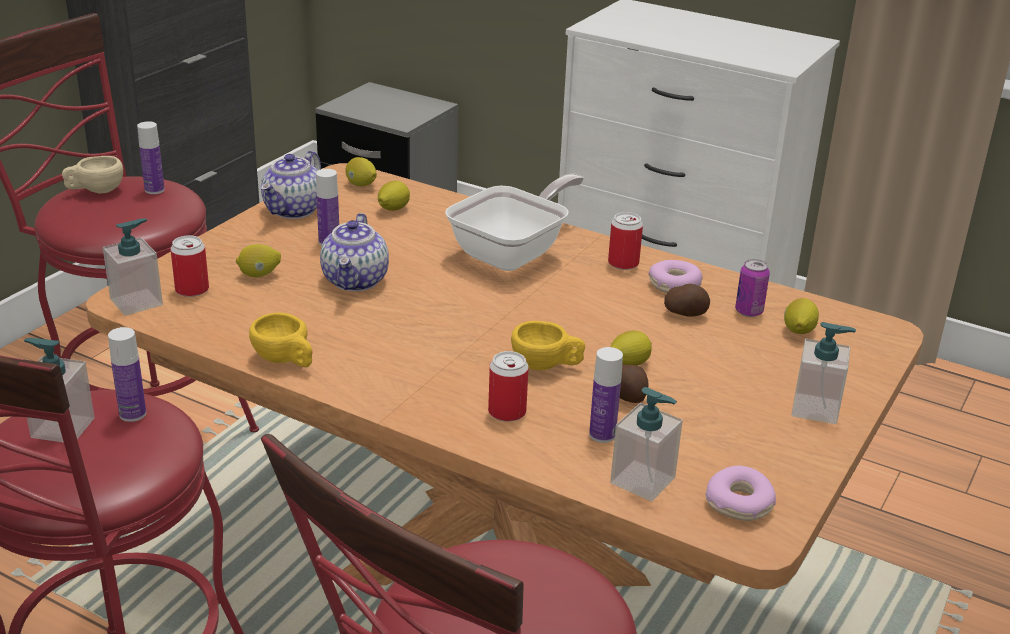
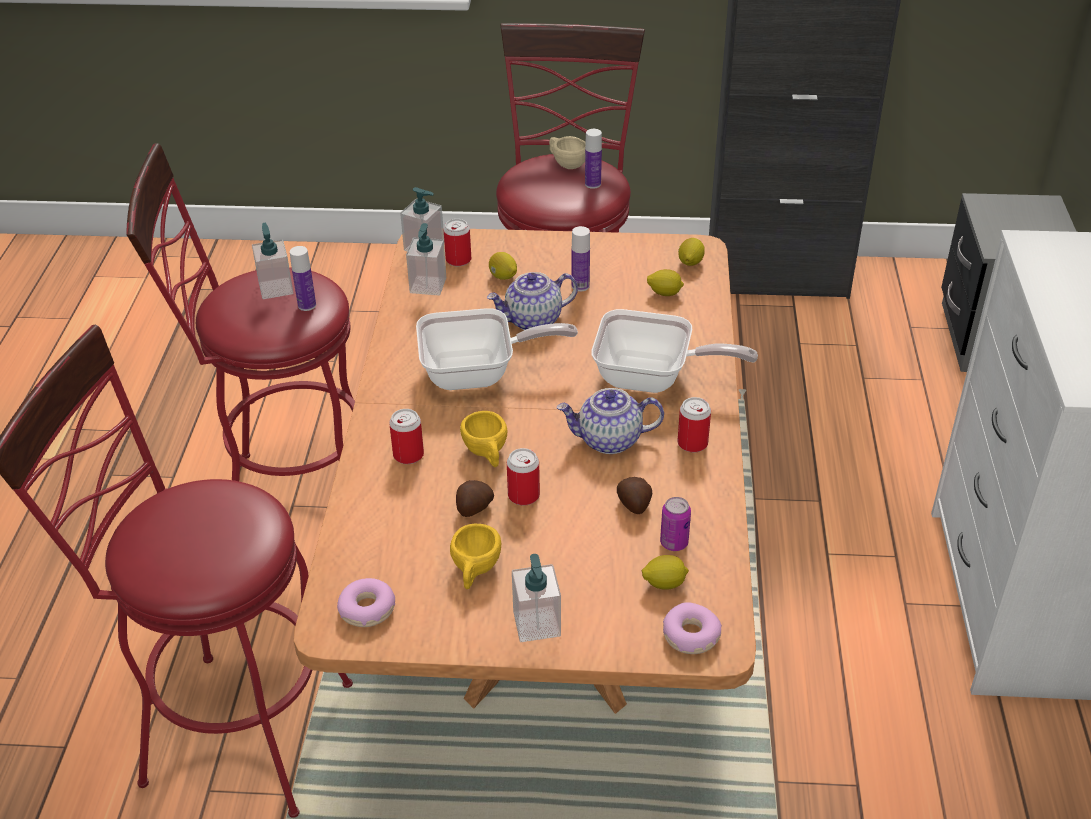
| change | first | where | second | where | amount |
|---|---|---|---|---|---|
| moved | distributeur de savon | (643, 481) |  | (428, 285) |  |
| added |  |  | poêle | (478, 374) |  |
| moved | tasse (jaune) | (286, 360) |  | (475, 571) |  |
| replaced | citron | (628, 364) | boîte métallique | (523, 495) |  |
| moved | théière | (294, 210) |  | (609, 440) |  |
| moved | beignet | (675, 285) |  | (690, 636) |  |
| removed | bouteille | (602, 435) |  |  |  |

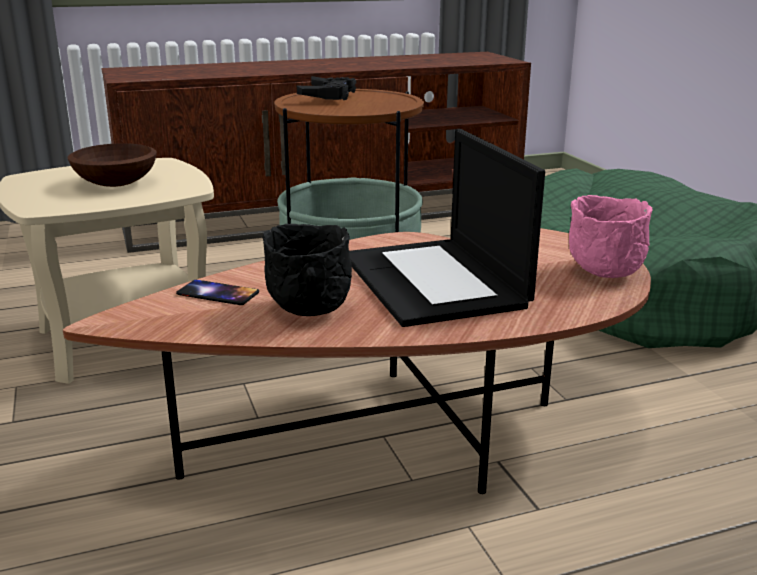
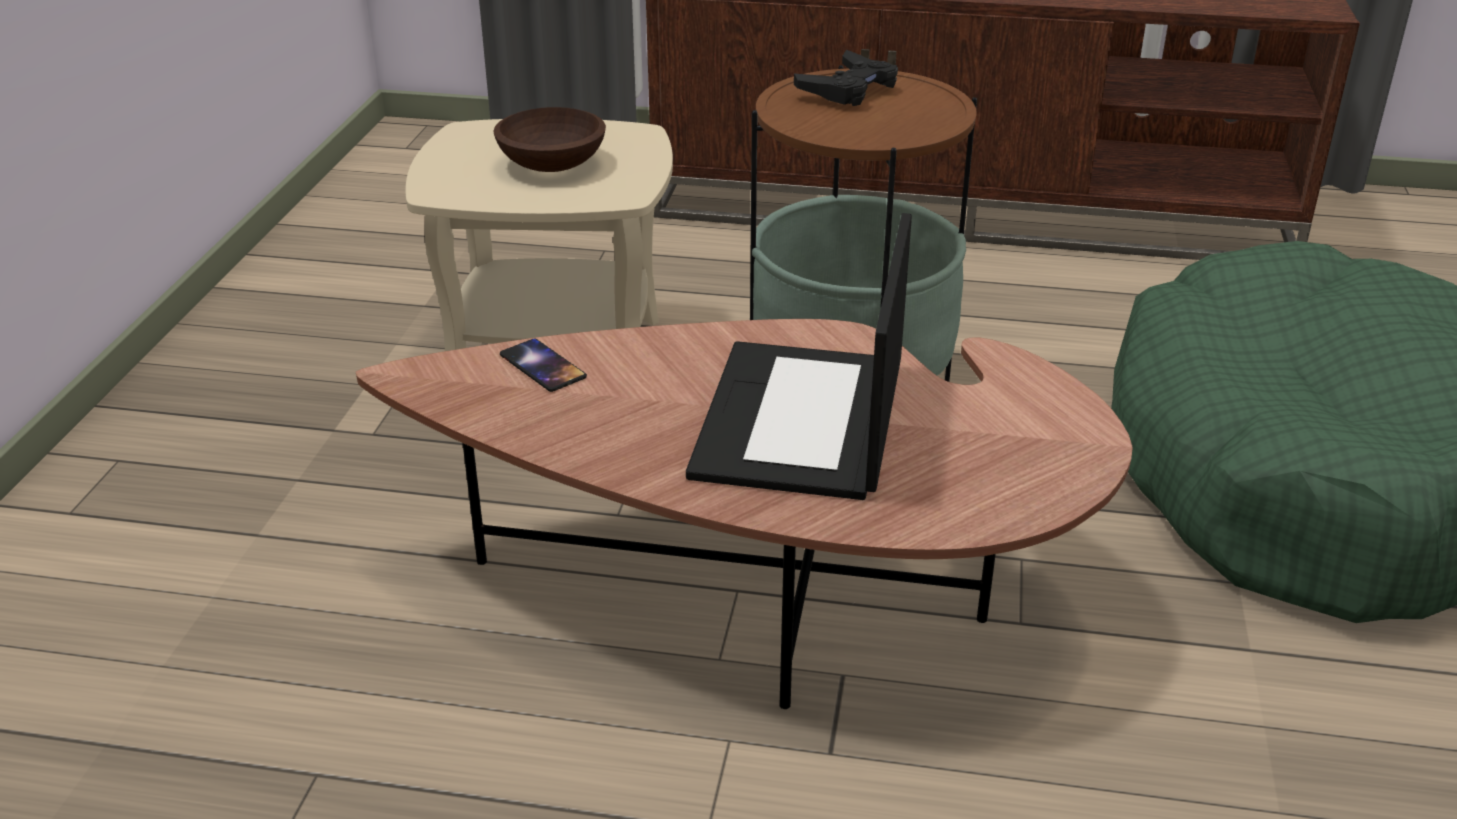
| change | first | where | second | where | amount |
|---|---|---|---|---|---|
| removed | bol (noir) | (310, 309) |  |  |  |
| removed | bol (rose) | (605, 272) |  |  |  |

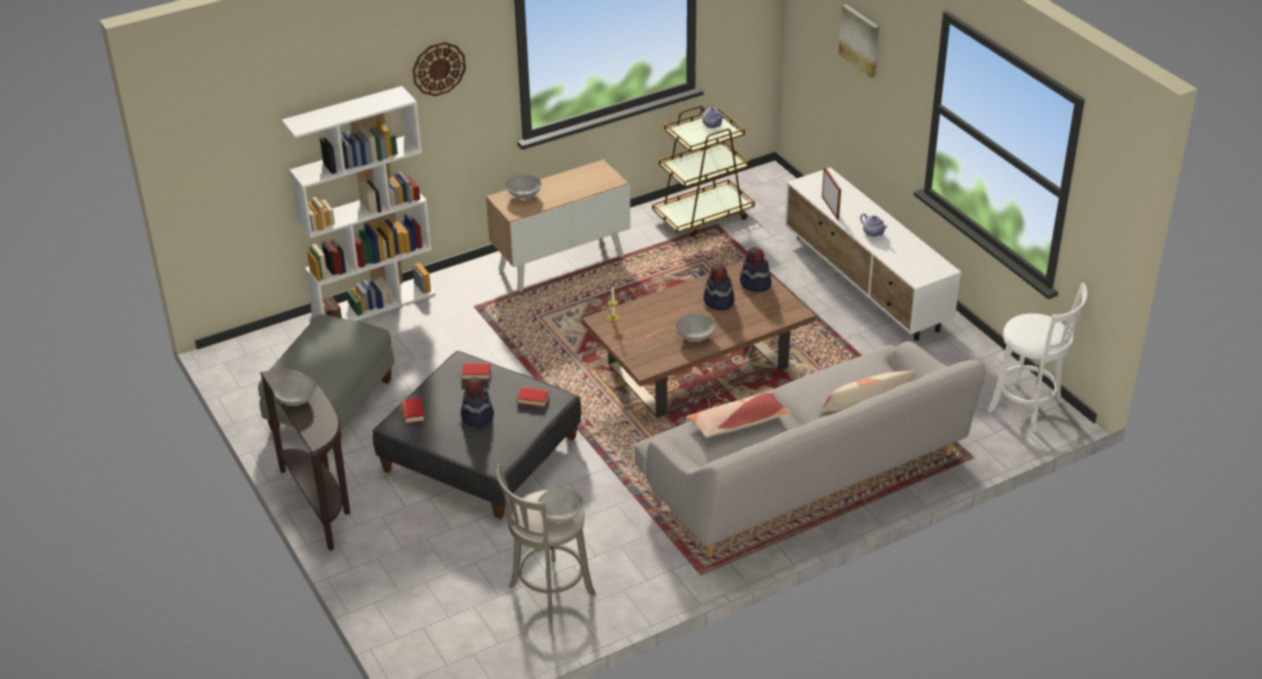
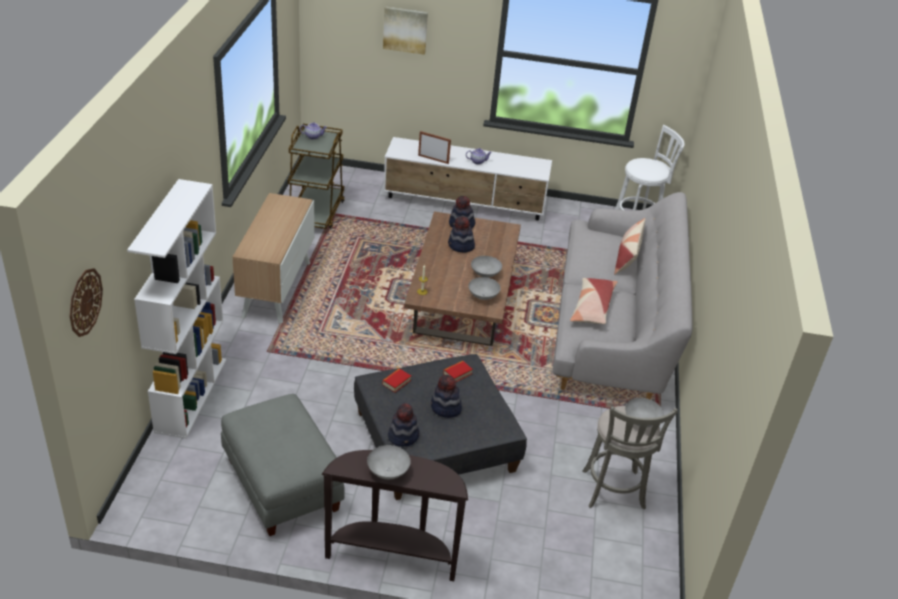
| change | first | where | second | where | amount |
|---|---|---|---|---|---|
| moved | horloge murale | (438, 68) |  | (85, 302) |  |
| replaced | livre | (413, 413) | chapeau | (403, 436) |  |
| moved | bol (gris) | (524, 196) |  | (483, 296) |  |

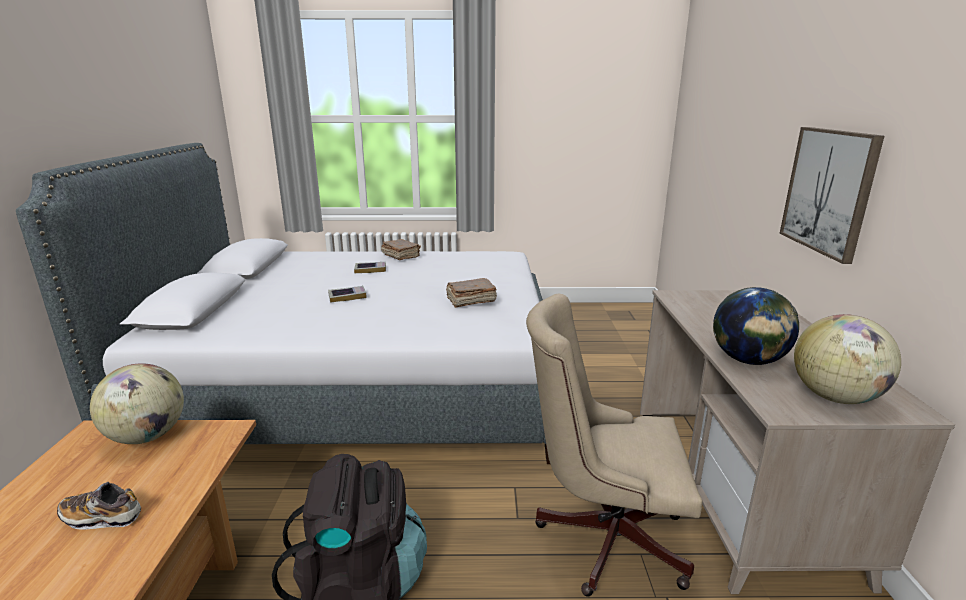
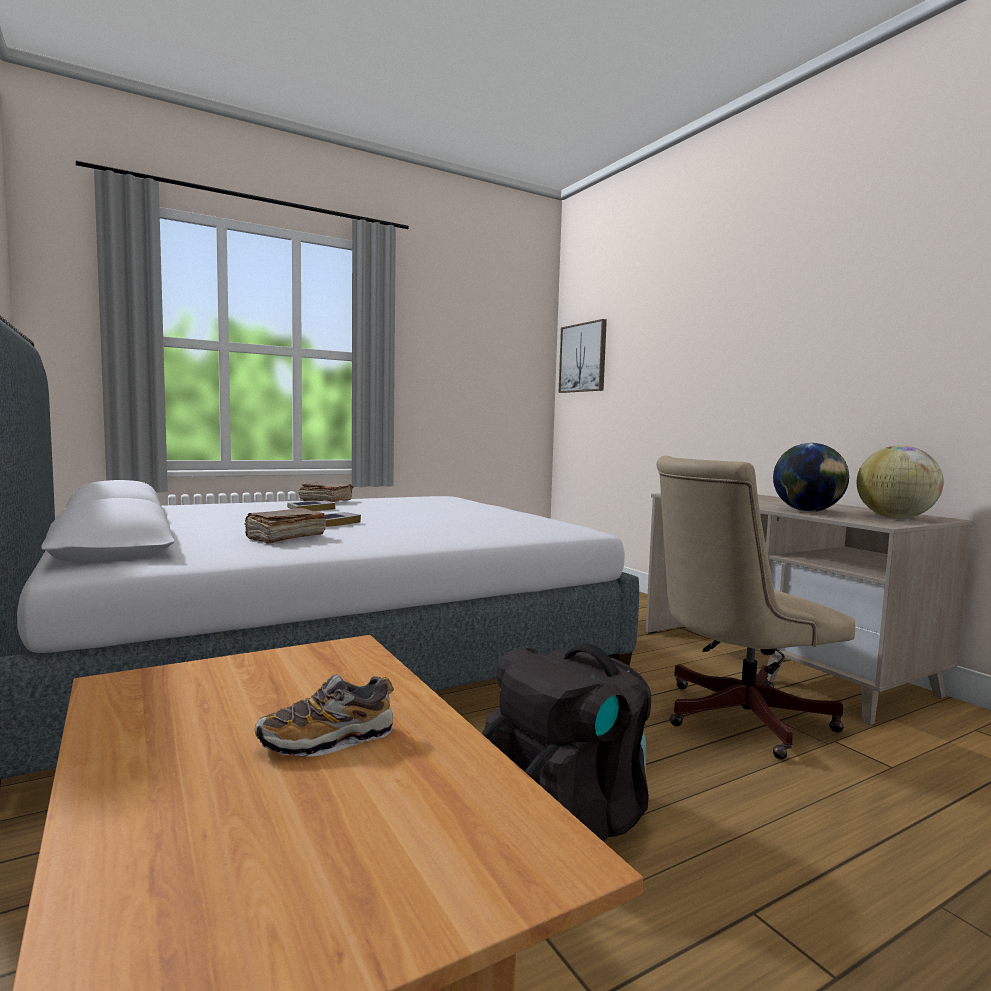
| change | first | where | second | where | amount |
|---|---|---|---|---|---|
| moved | livre (marron) | (470, 301) |  | (285, 538) |  |
| moved | tableau | (829, 191) |  | (583, 358) |  |
| removed | globe | (147, 436) |  |  |  |

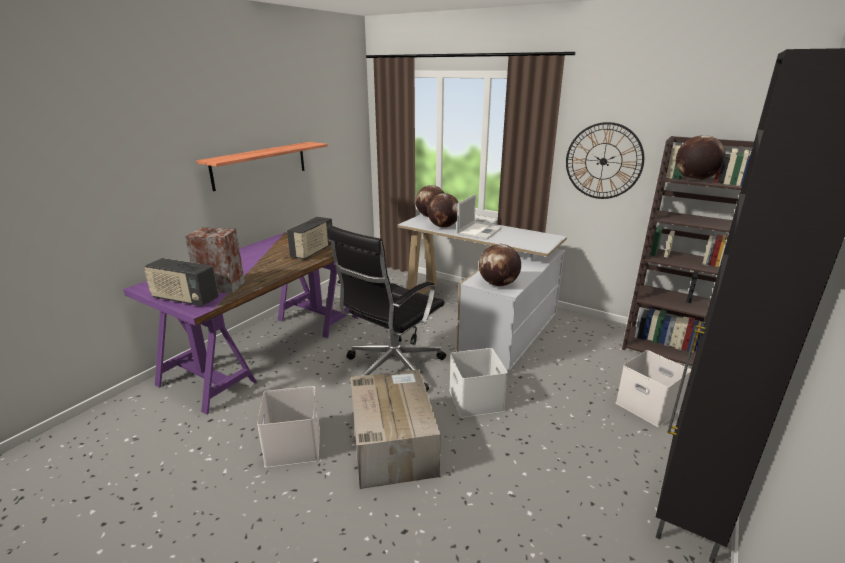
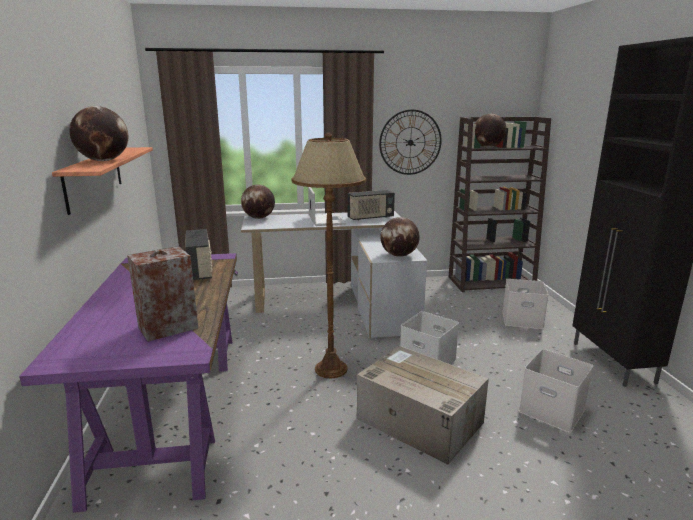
| change | first | where | second | where | amount |
|---|---|---|---|---|---|
| moved | globe | (443, 226) |  | (103, 161) |  |
| replaced | chaise de bureau (noir) | (392, 368) | lampadaire (marron) | (330, 369) |  |
| moved | radio | (185, 299) |  | (370, 218) |  |
| moved | boîte de rangement (blanc) | (294, 446) |  | (553, 410) |  |

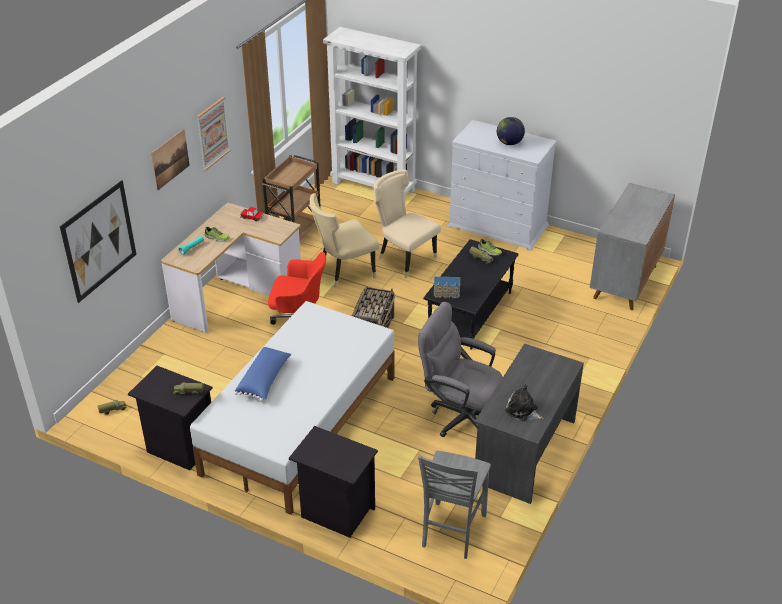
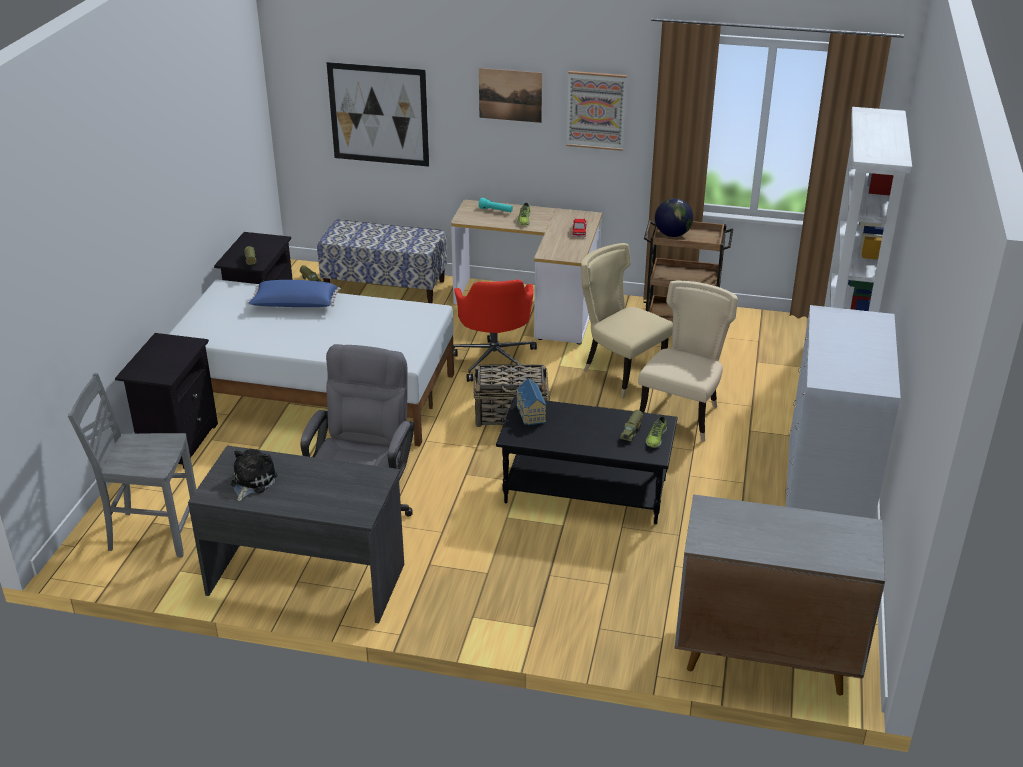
| change | first | where | second | where | amount |
|---|---|---|---|---|---|
| added |  |  | banc | (385, 285) |  |
| moved | globe | (509, 143) |  | (672, 234) |  |

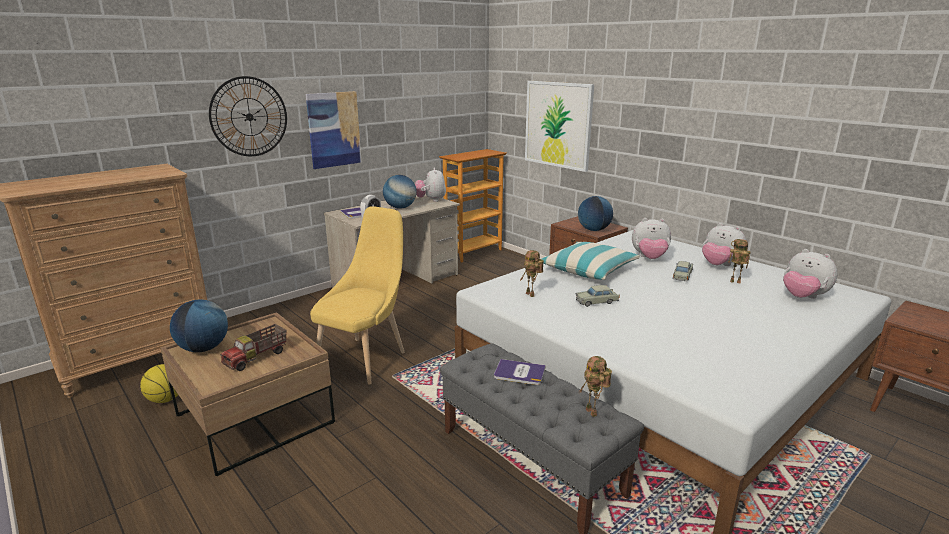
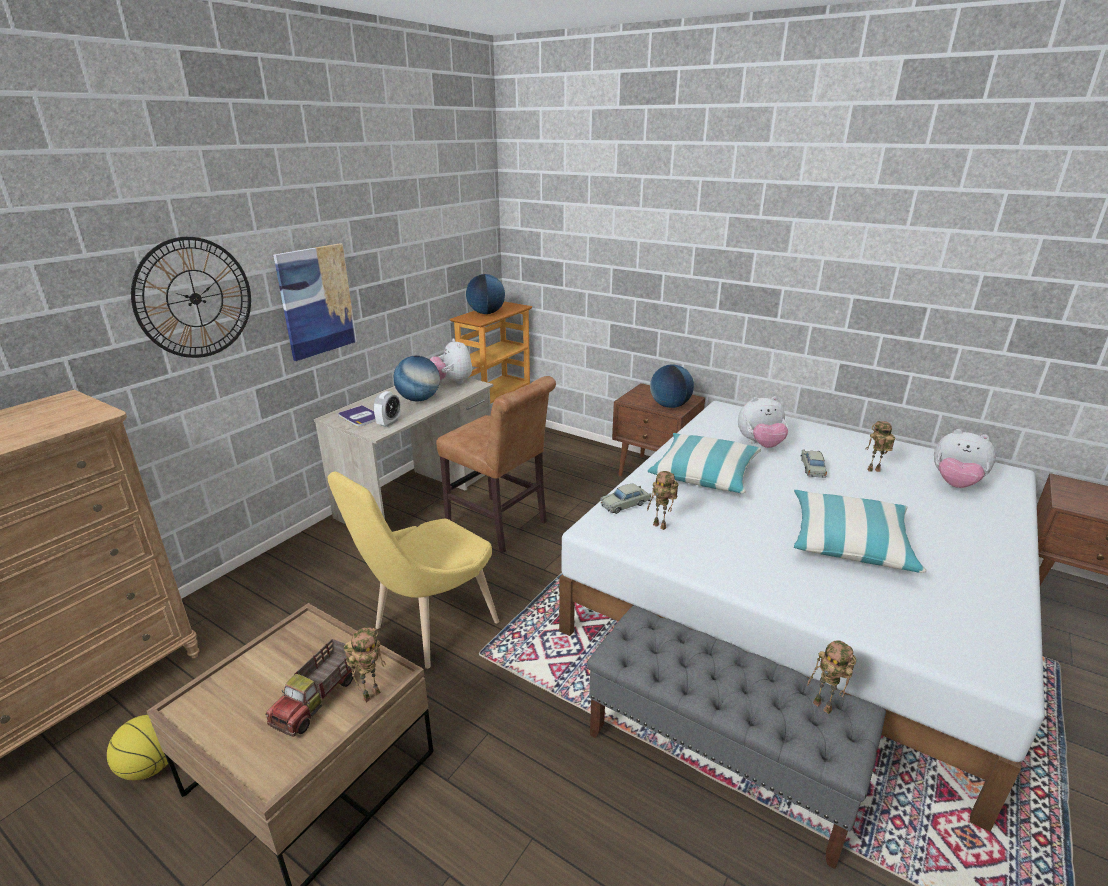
| change | first | where | second | where | amount |
|---|---|---|---|---|---|
| turned | chaise (jaune) | (365, 357) |  | (429, 628) | 150 degrees counterclockwise |
| added |  |  | robot jouet | (371, 694) |  |
| added |  |  | chaise (marron) | (500, 526) |  |
| moved | globe | (203, 348) |  | (486, 313) |  |
| moved | petite voiture (beige) | (596, 302) |  | (625, 504) |  |
| added |  |  | coussin | (849, 542) |  |
| removed | livre | (519, 373) |  |  |  |
| removed | tableau | (558, 124) |  |  |  |
| removed | peluche | (719, 265) |  |  |  |

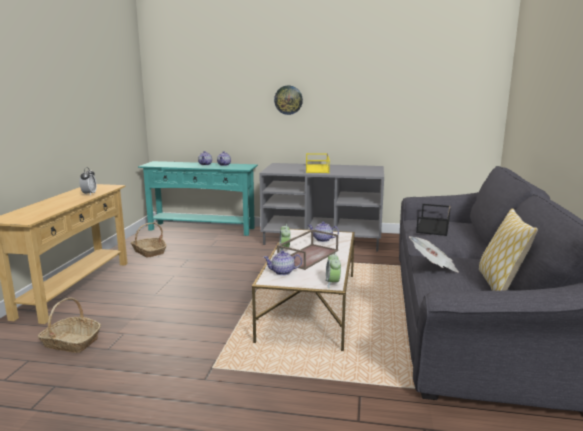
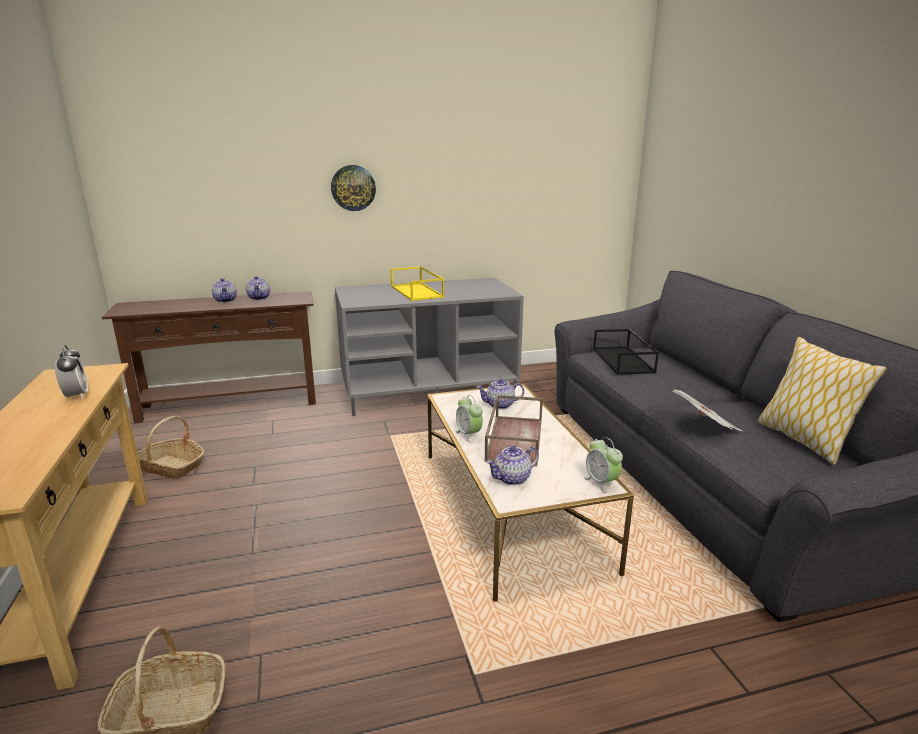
| change | first | where | second | where | amount |
|---|---|---|---|---|---|
| recoloured | table console (turquoise) | (202, 229) | table console (marron) | (230, 404) |  |

